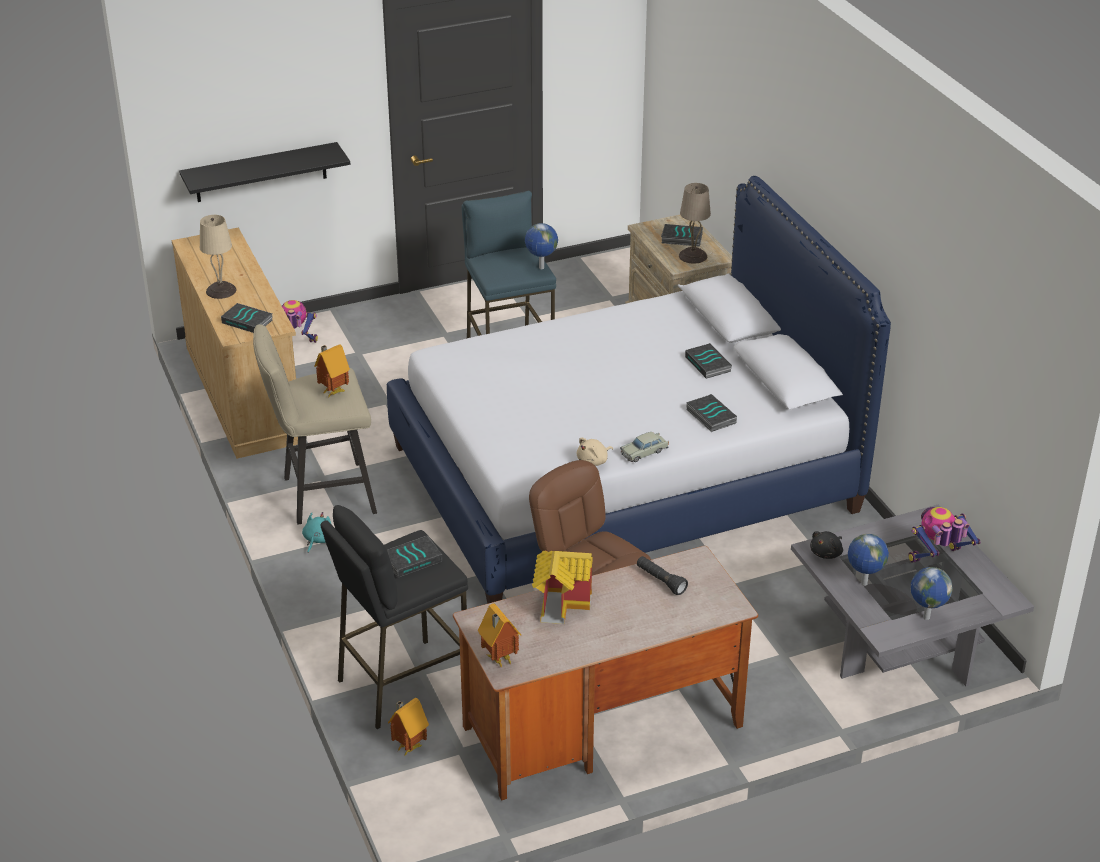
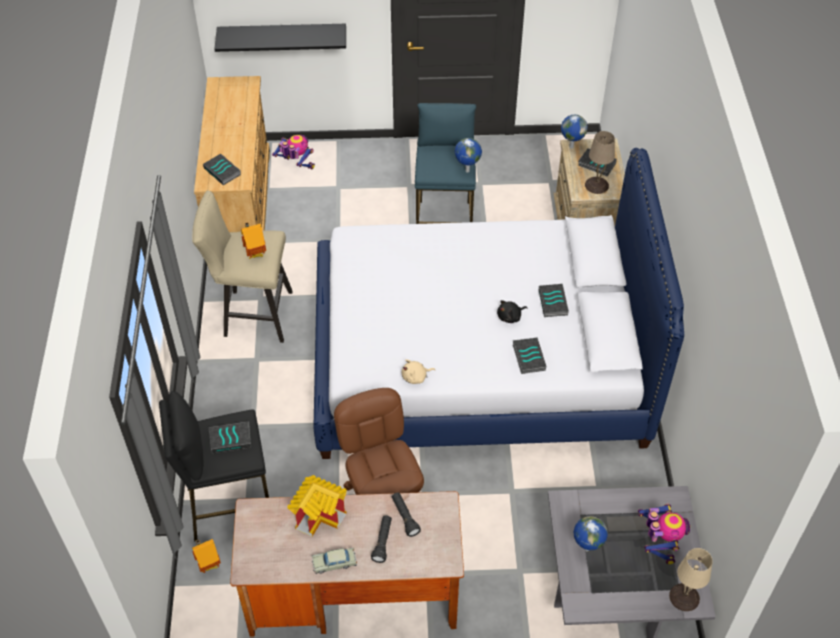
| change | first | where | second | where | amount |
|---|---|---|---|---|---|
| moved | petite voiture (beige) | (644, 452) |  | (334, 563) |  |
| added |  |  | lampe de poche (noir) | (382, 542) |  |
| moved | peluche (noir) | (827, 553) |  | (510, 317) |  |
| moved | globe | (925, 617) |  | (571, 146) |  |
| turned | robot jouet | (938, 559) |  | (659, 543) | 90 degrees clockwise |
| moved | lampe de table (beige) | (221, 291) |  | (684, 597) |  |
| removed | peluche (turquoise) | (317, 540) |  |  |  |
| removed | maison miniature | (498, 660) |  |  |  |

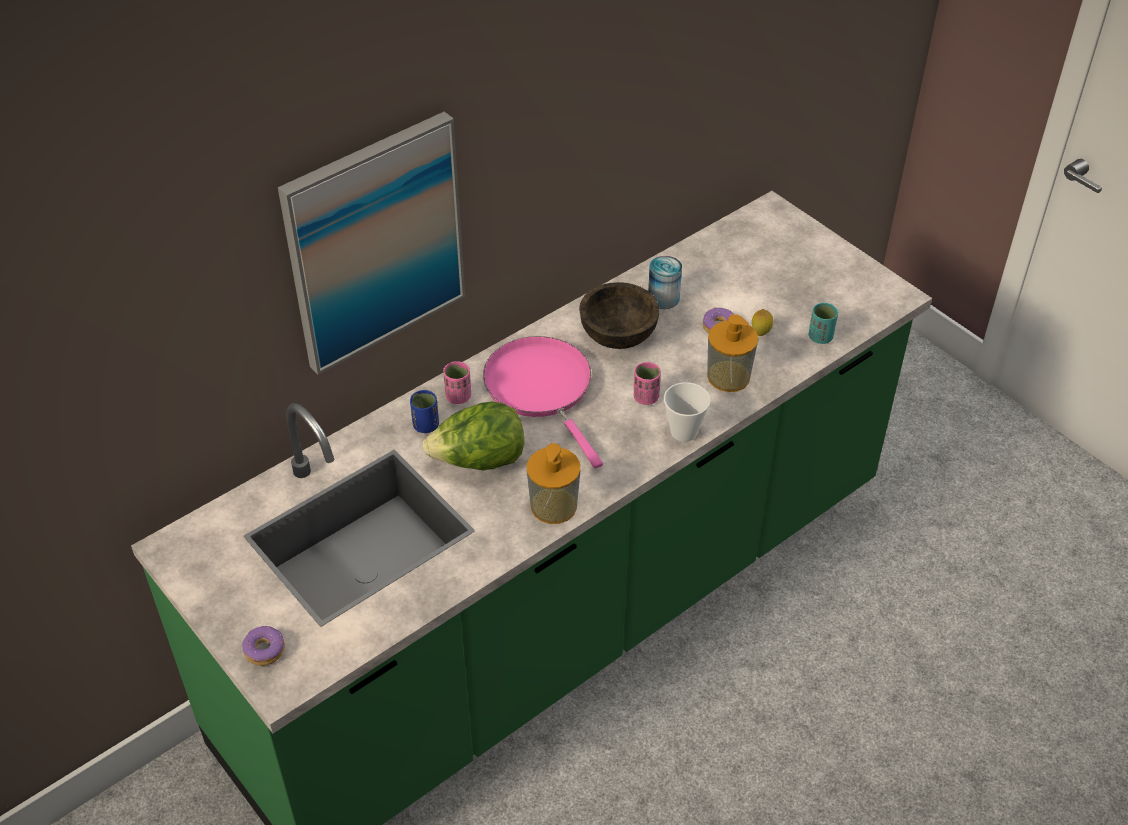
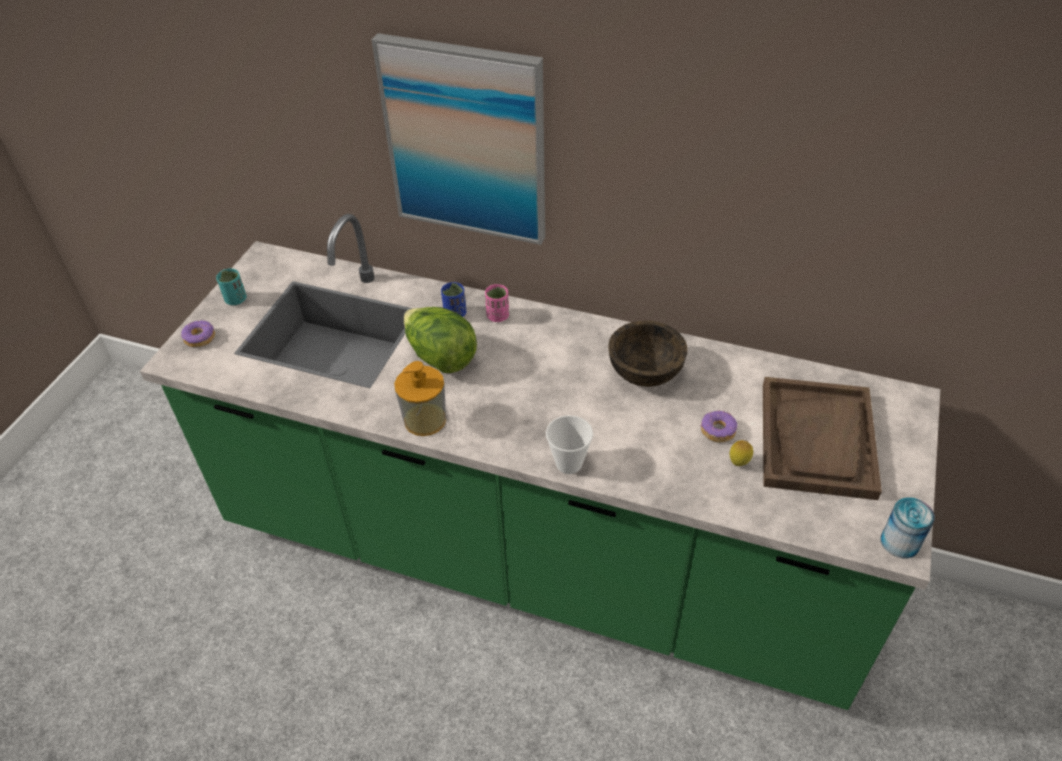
| change | first | where | second | where | amount |
|---|---|---|---|---|---|
| moved | tasse (turquoise) | (820, 337) |  | (236, 299) |  |
| added |  |  | plateau (marron) | (817, 440) |  |
| moved | boîte métallique | (663, 298) |  | (899, 542) |  |
| removed | poêle (rose) | (542, 389) |  |  |  |
| removed | tasse (rose) | (646, 397) |  |  |  |
| removed | distributeur de savon | (728, 376) |  |  |  |

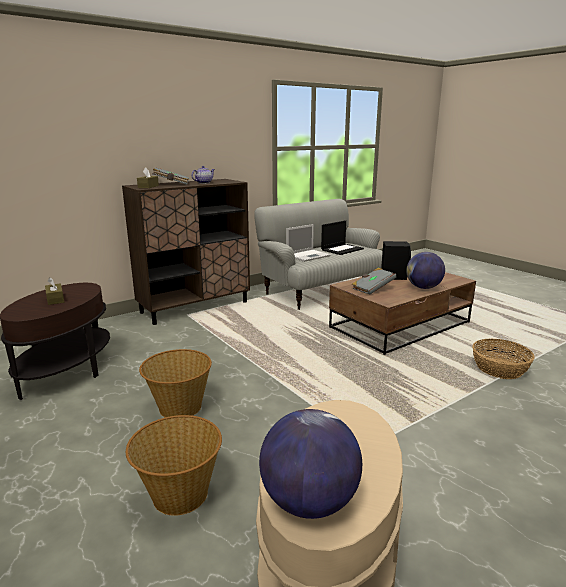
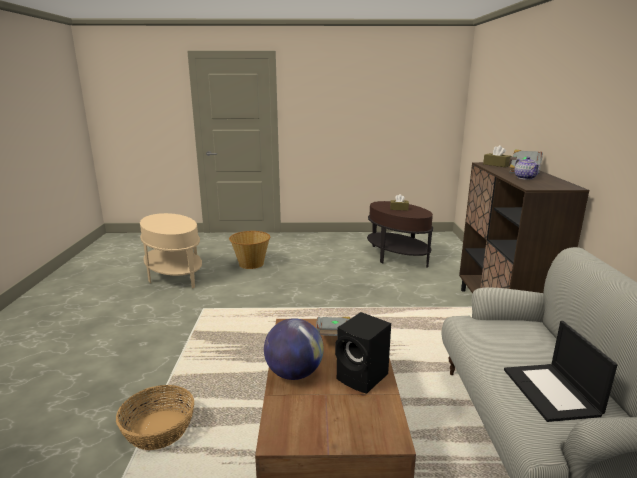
| change | first | where | second | where | amount |
|---|---|---|---|---|---|
| removed | panier | (179, 408) |  |  |  |
| removed | globe | (309, 502) |  |  |  |
| removed | ordinateur portable | (308, 255) |  |  |  |

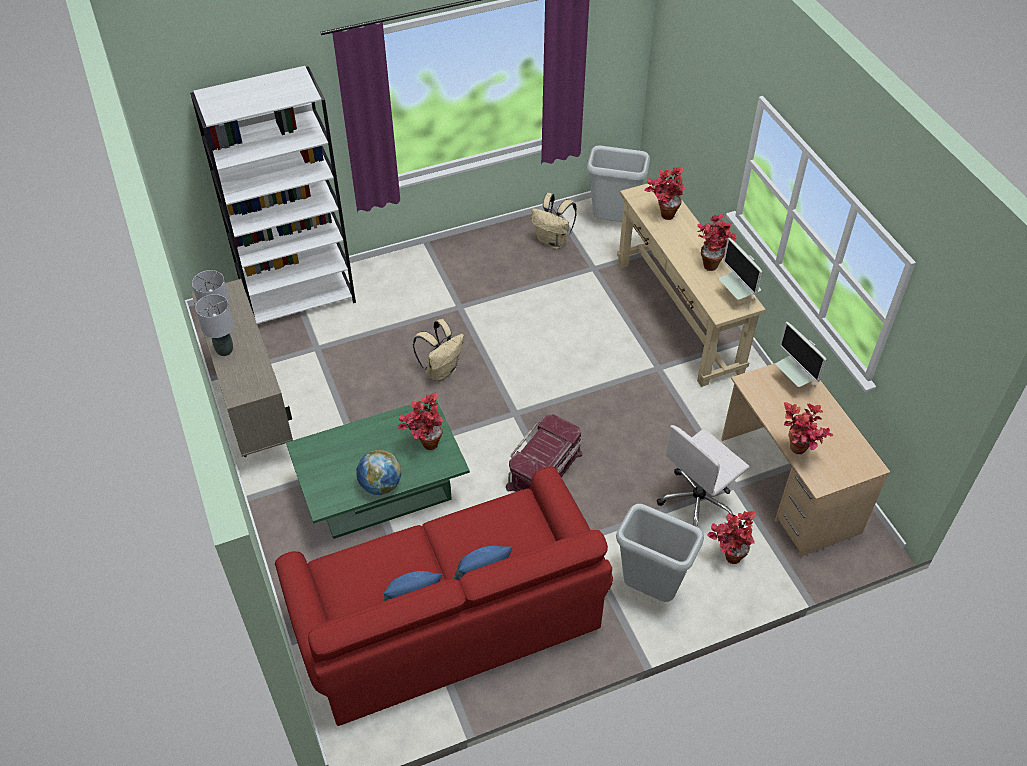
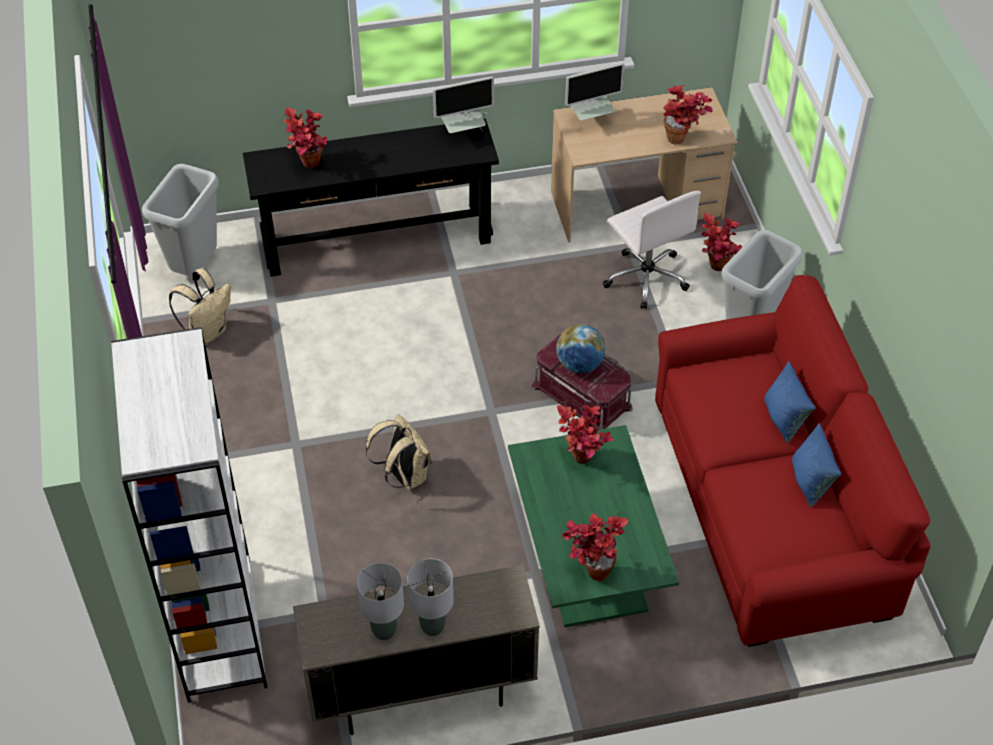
| change | first | where | second | where | amount |
|---|---|---|---|---|---|
| recoloured | table console (beige) | (678, 315) | table console (noir) | (377, 240) |  |
| moved | globe | (380, 485) |  | (579, 365) |  |
| moved | plante en pot | (711, 262) |  | (591, 569) |  |

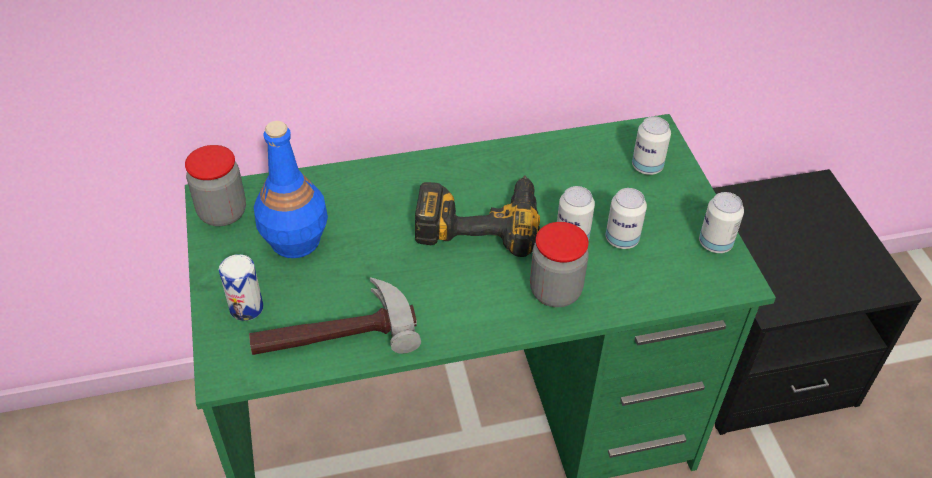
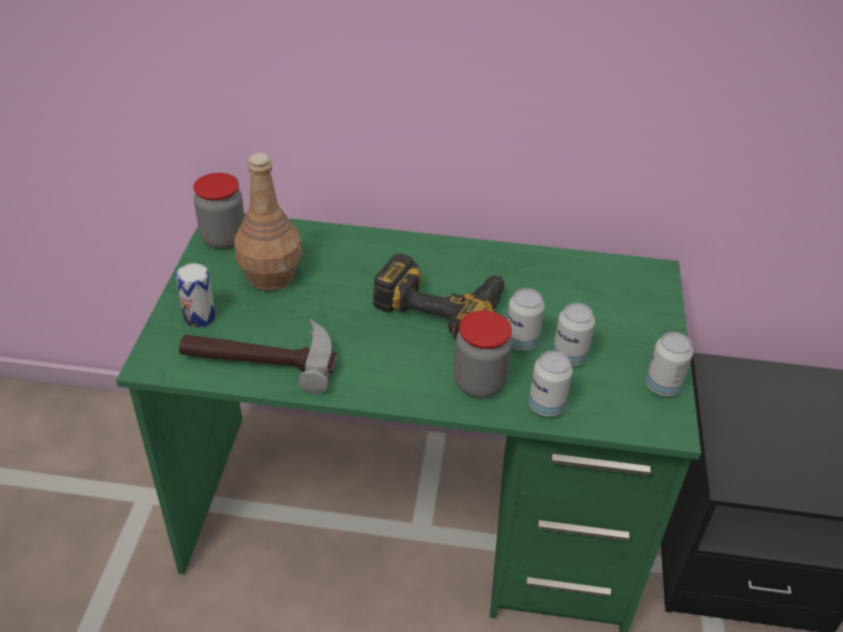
| change | first | where | second | where | amount |
|---|---|---|---|---|---|
| recoloured | bouteille (bleu) | (295, 240) | bouteille (marron) | (271, 275) |  |
| moved | boîte métallique | (647, 167) |  | (546, 406) |  |

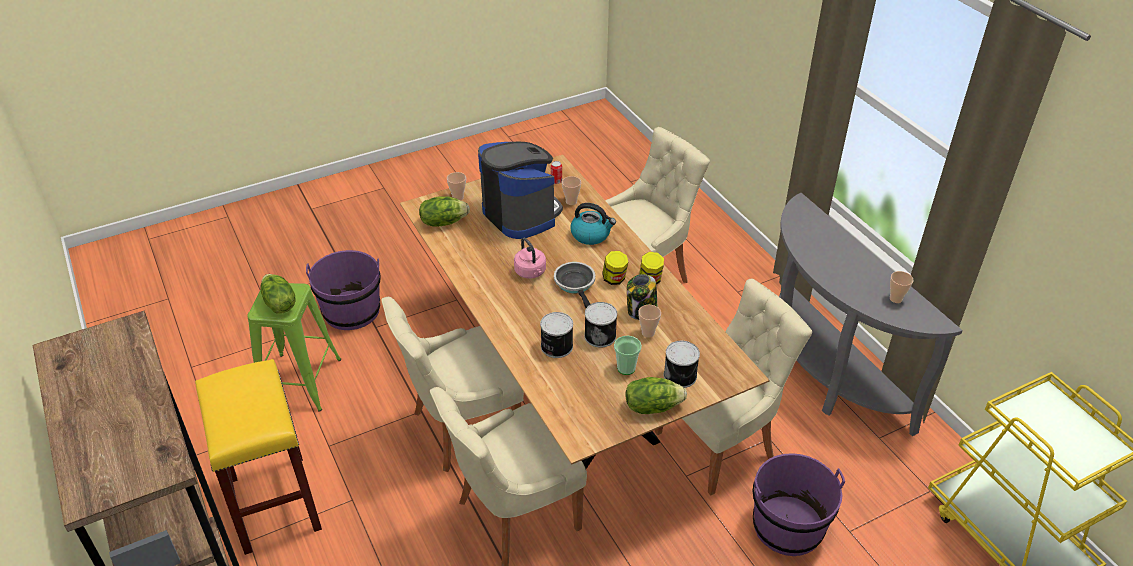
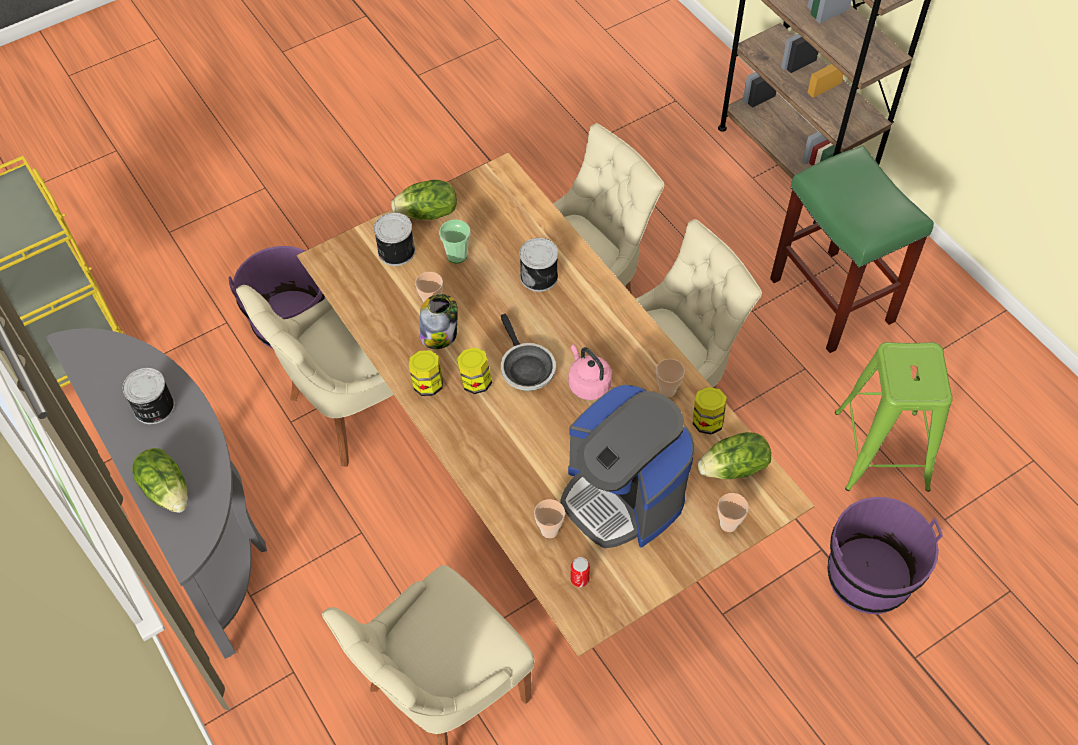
| change | first | where | second | where | amount |
|---|---|---|---|---|---|
| moved | boîte métallique | (600, 335) |  | (153, 408) |  |
| moved | laitue | (279, 304) |  | (167, 489) |  |
| moved | tasse | (895, 299) |  | (667, 390) |  |
| added |  |  | bocal | (707, 421) |  |
| recoloured | tabouret (jaune) | (273, 502) | tabouret (vert) | (833, 301) |  |
| removed | bouilloire | (591, 235) |  |  |  |

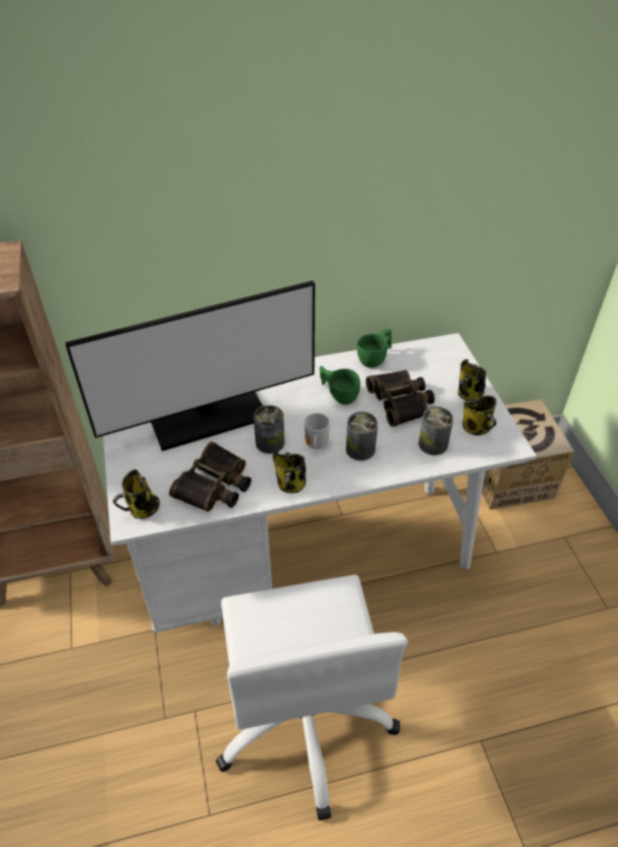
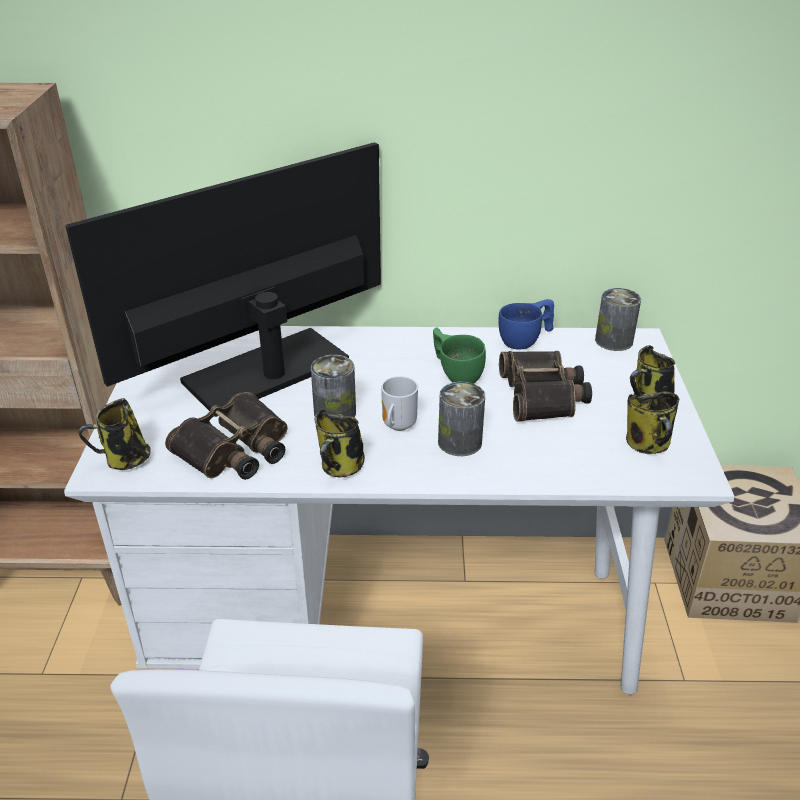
| change | first | where | second | where | amount |
|---|---|---|---|---|---|
| turned | écran d'ordinateur | (208, 417) |  | (266, 372) | 150 degrees clockwise |
| recoloured | tasse (vert) | (375, 358) | tasse (bleu) | (526, 340) |  |
| moved | boîte métallique | (433, 444) |  | (613, 341) |  |

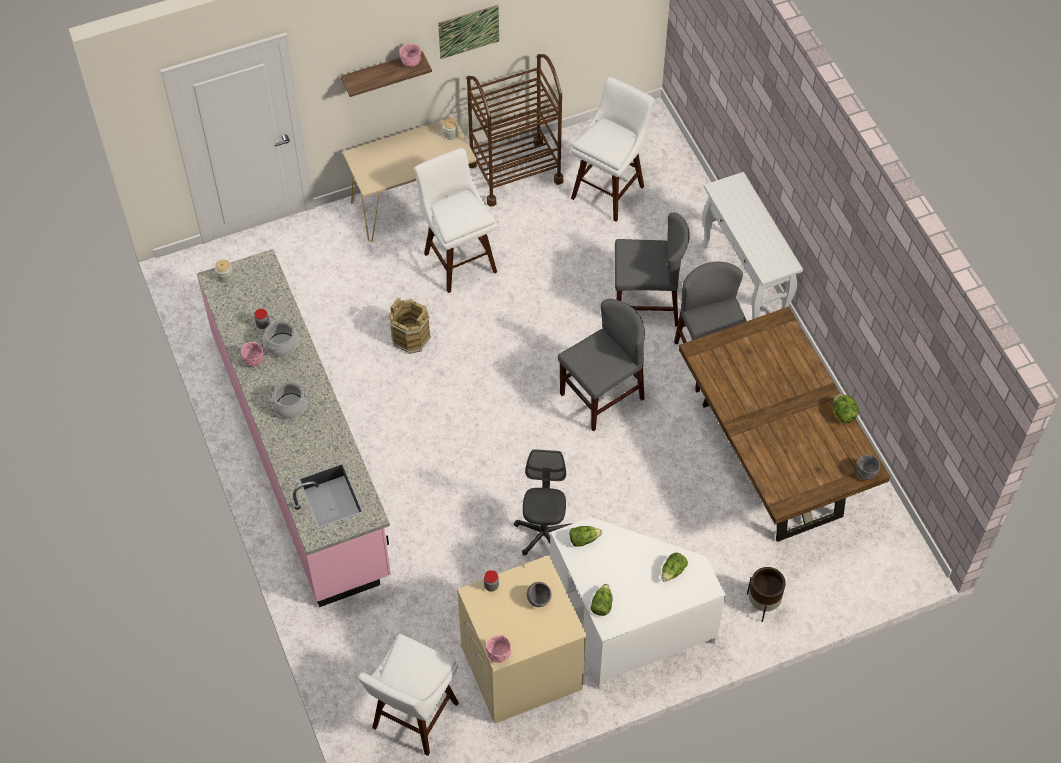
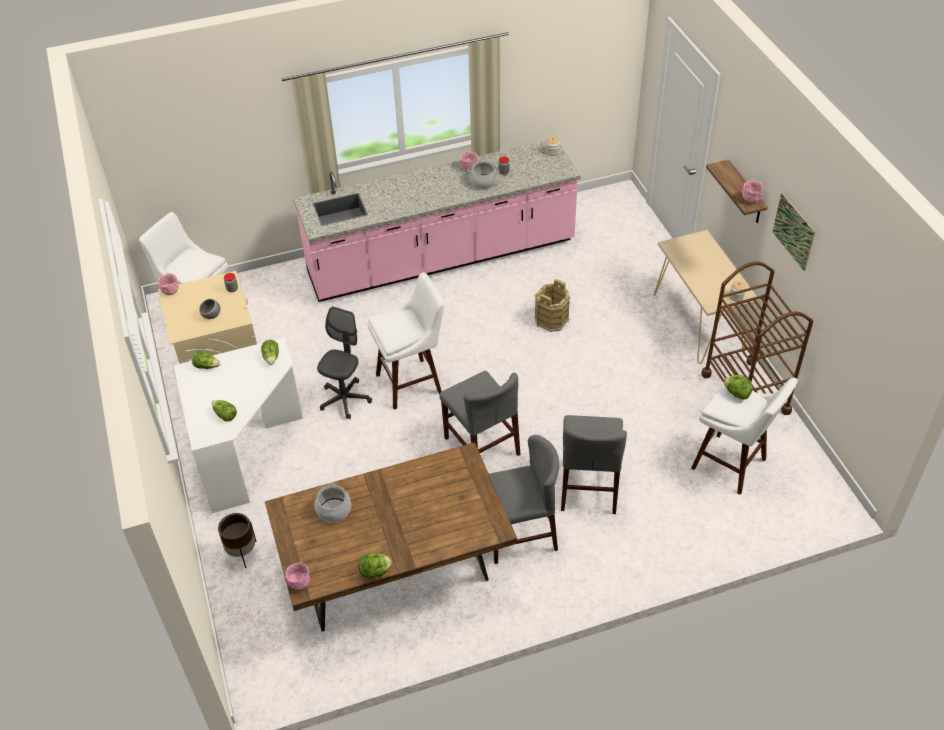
| change | first | where | second | where | amount |
|---|---|---|---|---|---|
| recoloured | bol (gris) | (866, 474) | bol (rose) | (299, 583) |  |
| moved | marmite | (290, 406) |  | (333, 510) |  |
| turned | chaise de bureau (gris) | (544, 534) |  | (345, 400) | 75 degrees counterclockwise |
| moved | tabouret (blanc) | (458, 260) |  | (412, 382) |  |
| added |  |  | laitue | (736, 393) |  |
| removed | table console (blanc) | (744, 283) |  |  |  |

